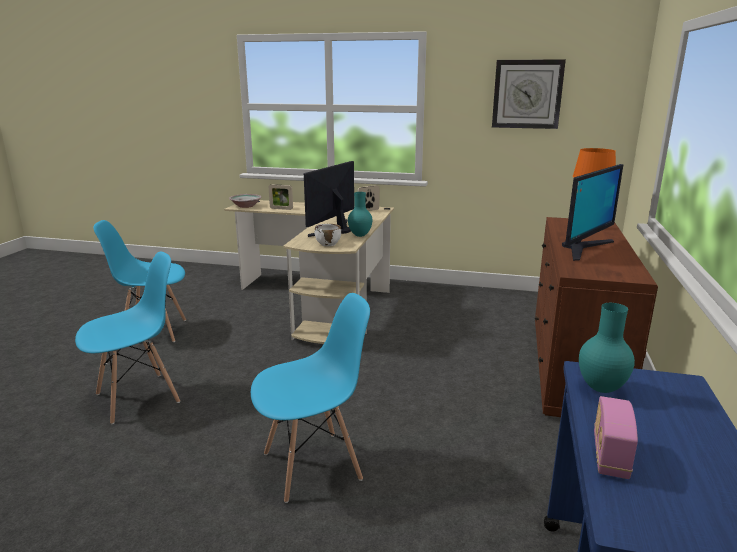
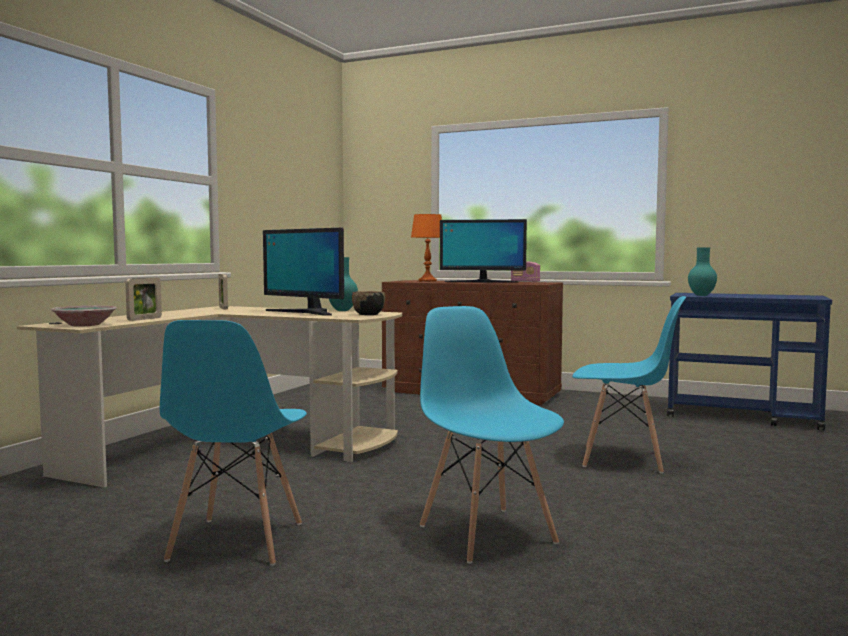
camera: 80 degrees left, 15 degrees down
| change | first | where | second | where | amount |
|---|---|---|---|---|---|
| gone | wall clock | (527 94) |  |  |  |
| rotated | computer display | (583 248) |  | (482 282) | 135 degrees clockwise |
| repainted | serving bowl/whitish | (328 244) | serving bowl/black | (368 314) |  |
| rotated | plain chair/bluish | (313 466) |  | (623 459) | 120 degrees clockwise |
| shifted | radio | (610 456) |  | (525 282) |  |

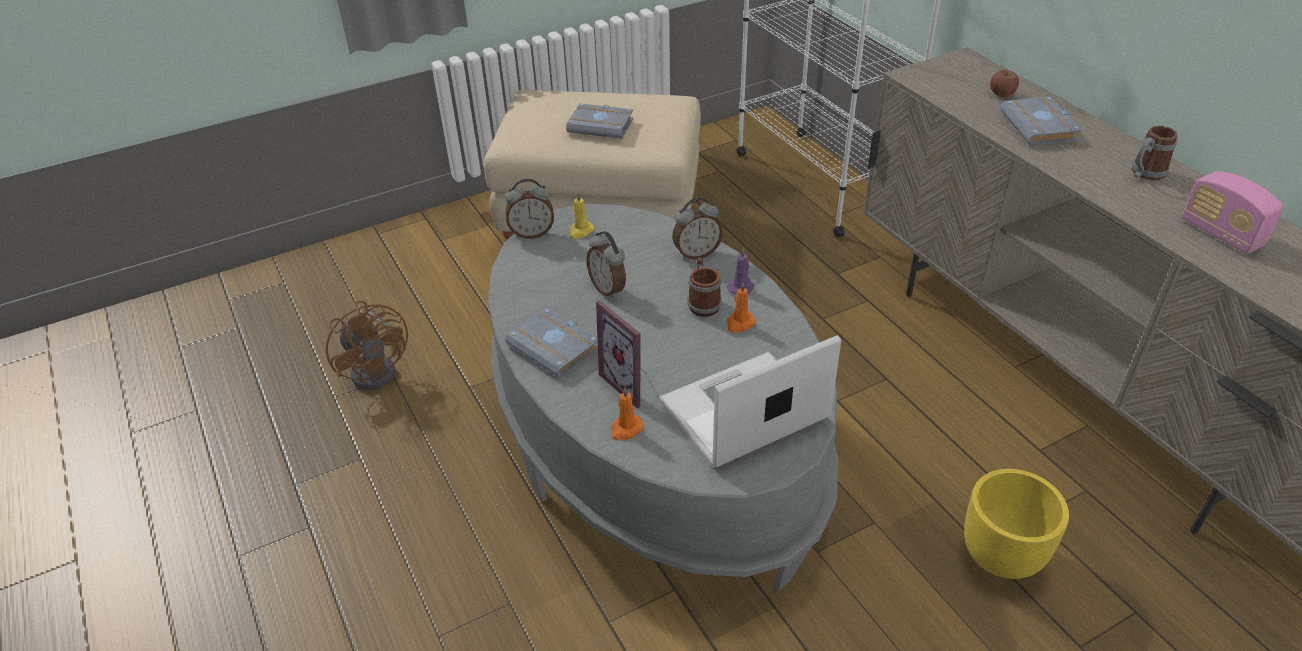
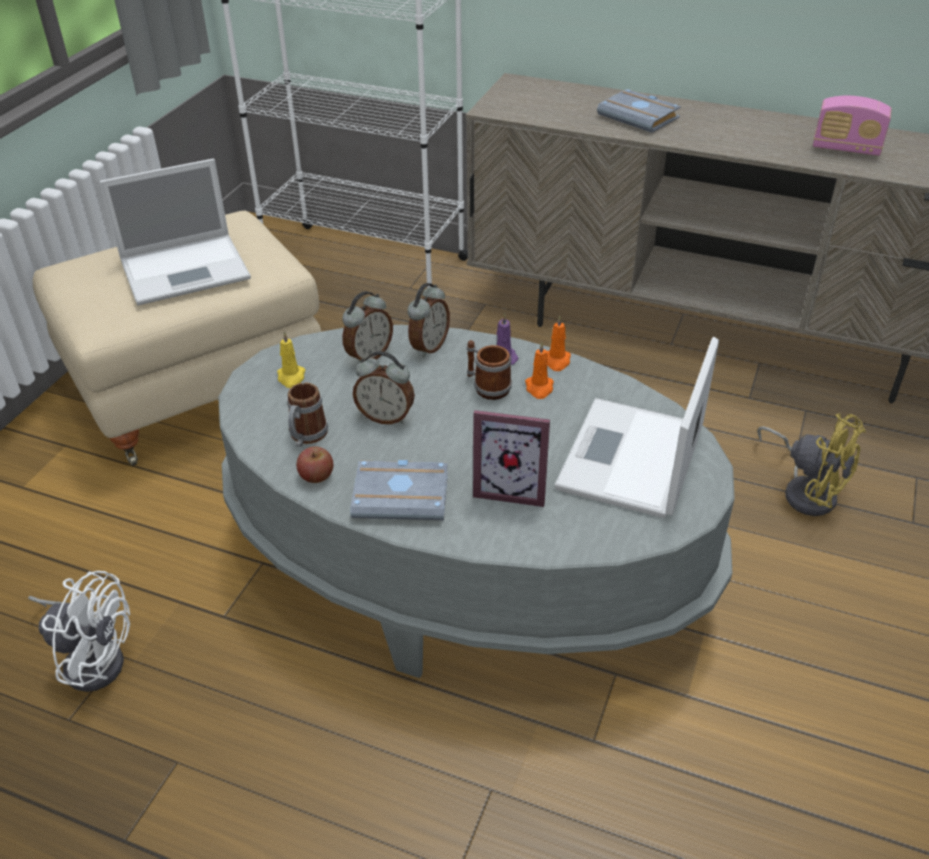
camera: 40 degrees left, 0 degrees up
| change | first | where | second | where | amount |
|---|---|---|---|---|---|
| shifted | apple fruit | (1002 93) |  | (316 476) |  |
| swapped | bound book/gray | (602 125) | portable computer | (187 269) |  |
| shifted | tea mug | (1144 174) |  | (306 437) |  |
| shifted | alarm clock | (532 233) |  | (368 355) |  |
| repainted | fan/brown | (378 368) | fan/whitish | (92 657) |  |
| shifted | wax candle/orangey | (626 429) |  | (557 361) |  |
| swapped | planter/yellowish | (1001 556) | fan/yellowish | (806 490) |  |

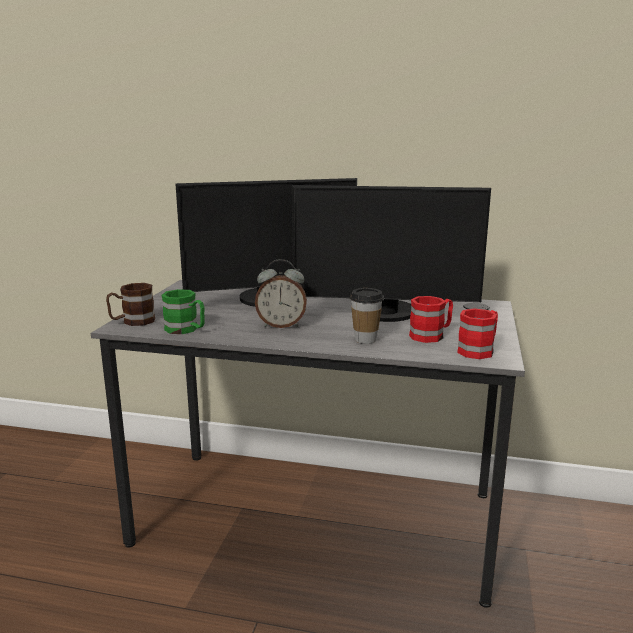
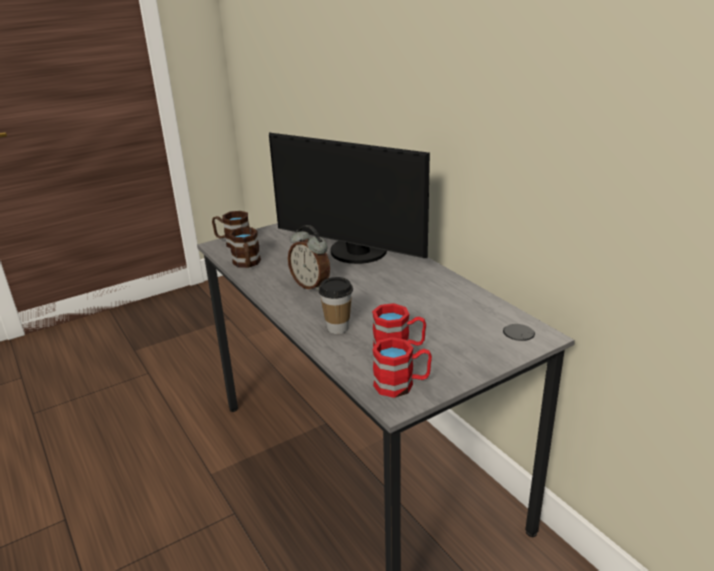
camera: 45 degrees right, 10 degrees up
| change | first | where | second | where | amount |
|---|---|---|---|---|---|
| gone | computer display | (385 314) |  |  |  |
| repainted | tea mug/greenish | (186 330) | tea mug/brown | (247 264) |  |

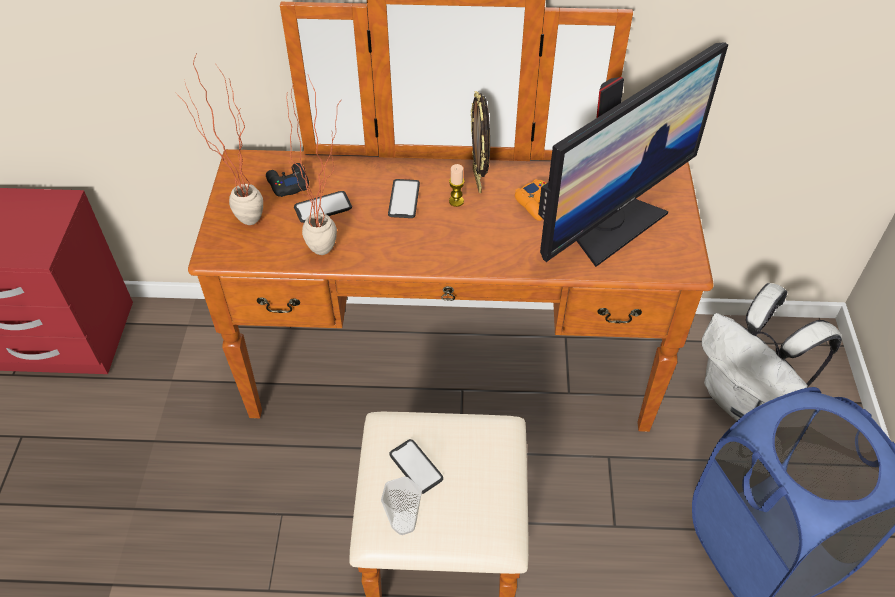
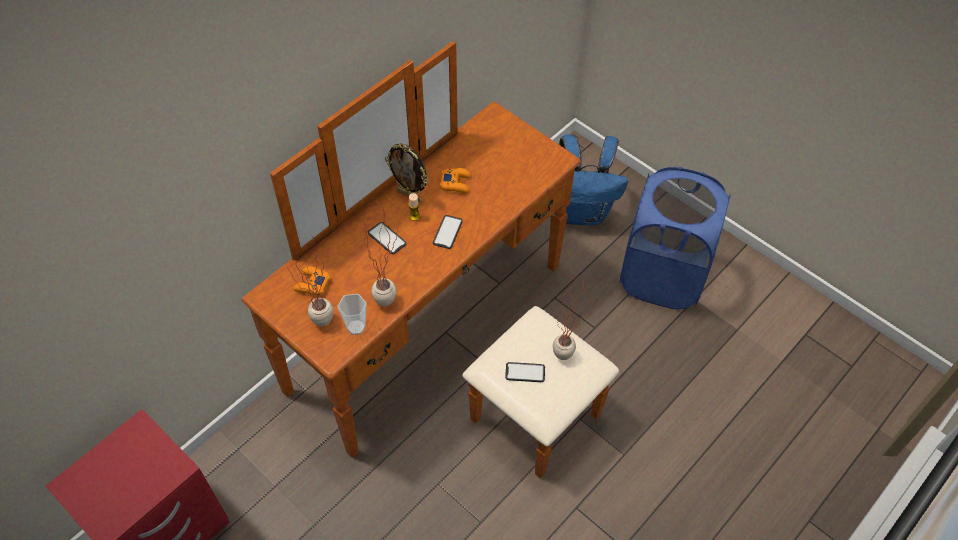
camera: 50 degrees left, 5 degrees up
| change | first | where | second | where | amount |
|---|---|---|---|---|---|
| gone | computer display | (611 224) |  |  |  |
| repainted | joypad/black | (288 183) | joypad/orangey | (312 284) |  |
| shifted | handset | (323 207) |  | (447 232) |  |
| repainted | knapsack/whitish | (744 401) | knapsack/bluish | (581 212) |  |
| shifted | cup | (403 523) |  | (356 327) |  |
| new |  |  | potted plant | (567 360) |  |

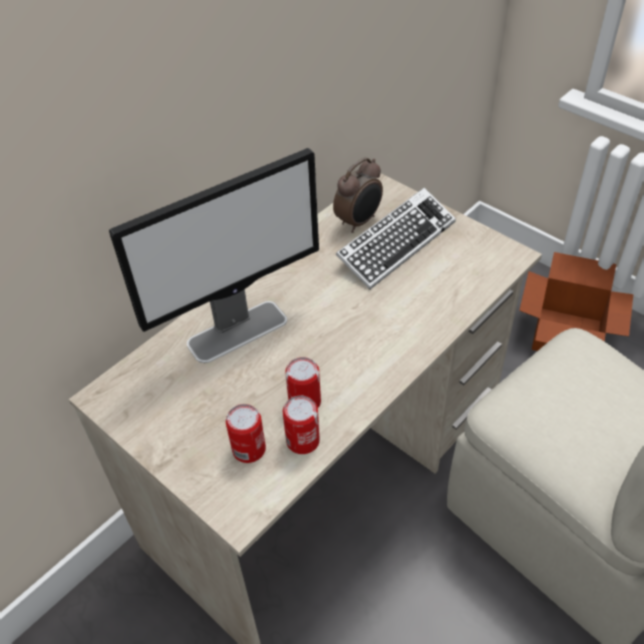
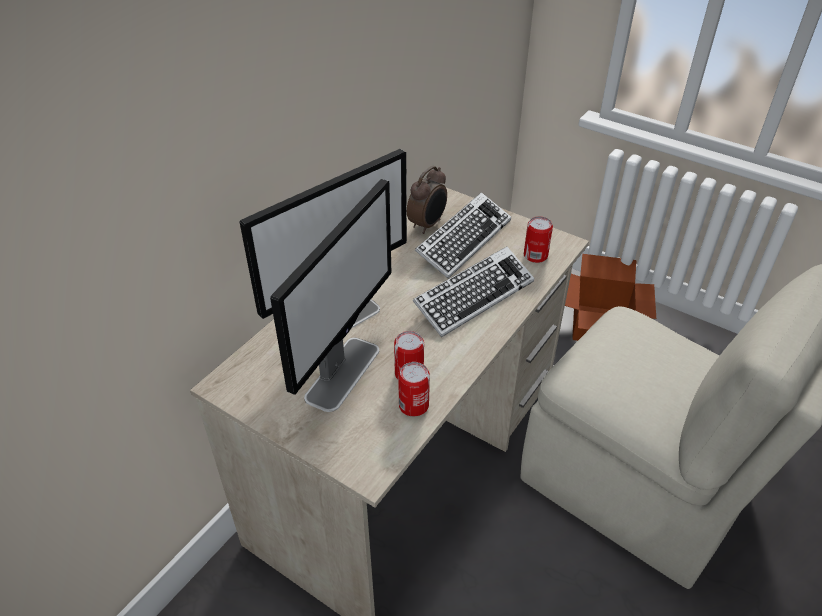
camera: 10 degrees left, 5 degrees down
| change | first | where | second | where | amount |
|---|---|---|---|---|---|
| shifted | metal can | (249 449) |  | (535 255) |  |
| new |  |  | computer display | (343 372) |  |
| new |  |  | keyboard | (474 296) |  |

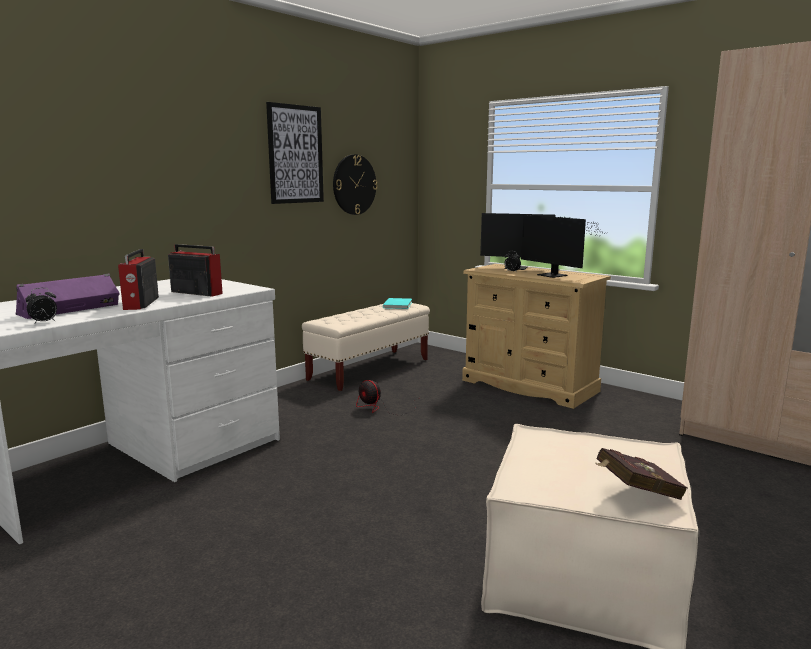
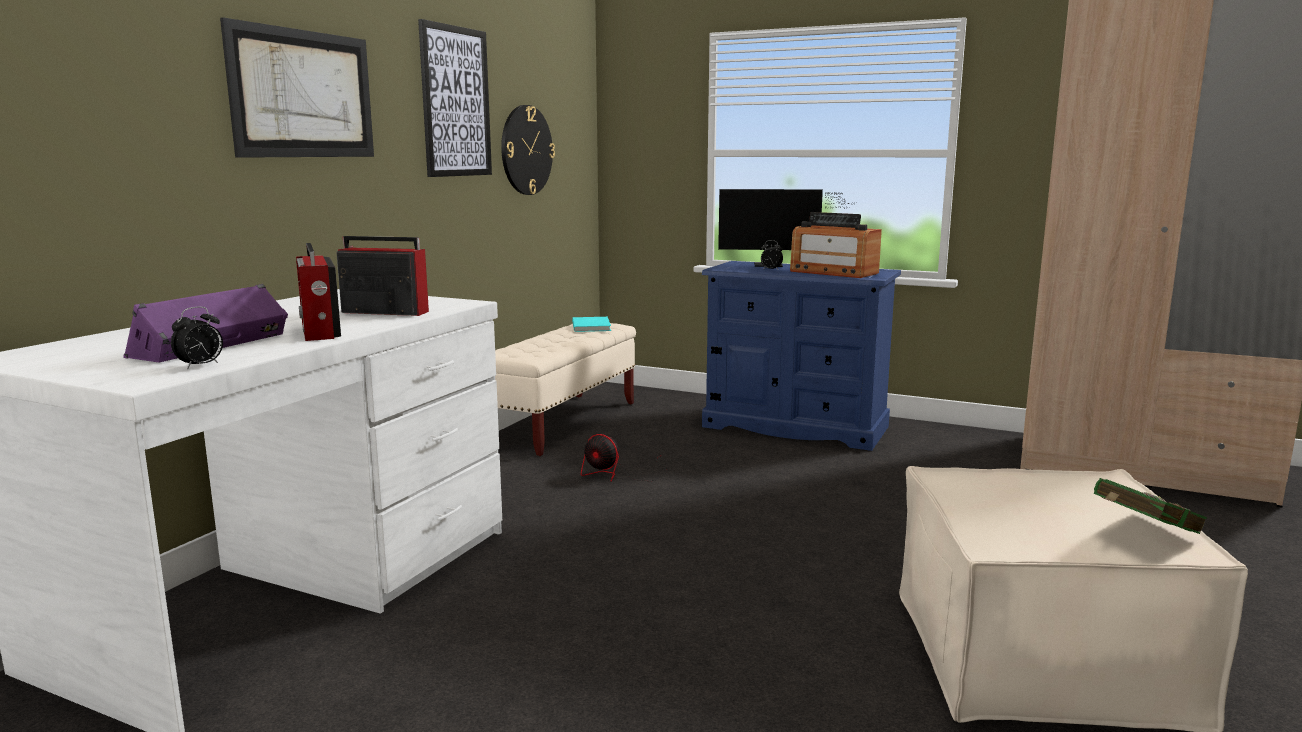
camera: 15 degrees left, 0 degrees up
| change | first | where | second | where | amount |
|---|---|---|---|---|---|
| swapped | computer display | (554 276) | radio | (833 272) |  |
| repainted | drawer chest/sand-coloured | (529 386) | drawer chest/bluish | (795 427) |  |
| repainted | bound book/red | (635 492) | bound book/greenish | (1141 532) |  |
| new |  |  | picture | (303 94) |  |

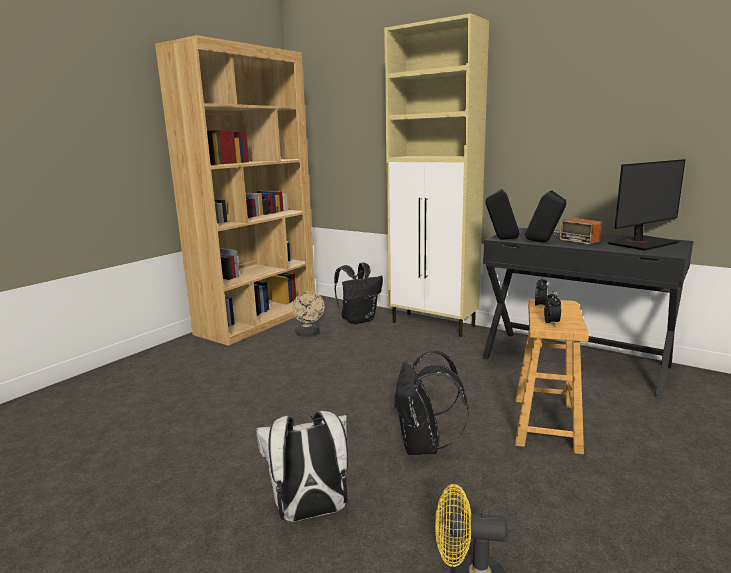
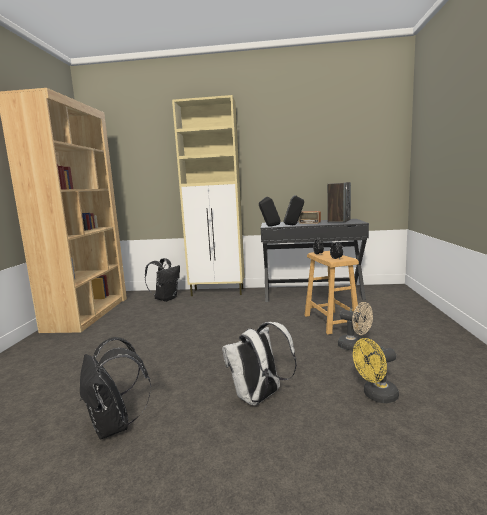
camera: 30 degrees left, 5 degrees down
| change | first | where | second | where | amount |
|---|---|---|---|---|---|
| swapped | computer display | (642 243) | loudspeaker | (339 221) |  |
| shifted | fan/sand-coloured | (308 334) |  | (355 346) |  |
| shifted | knapsack/black | (424 446) |  | (114 426) |  |

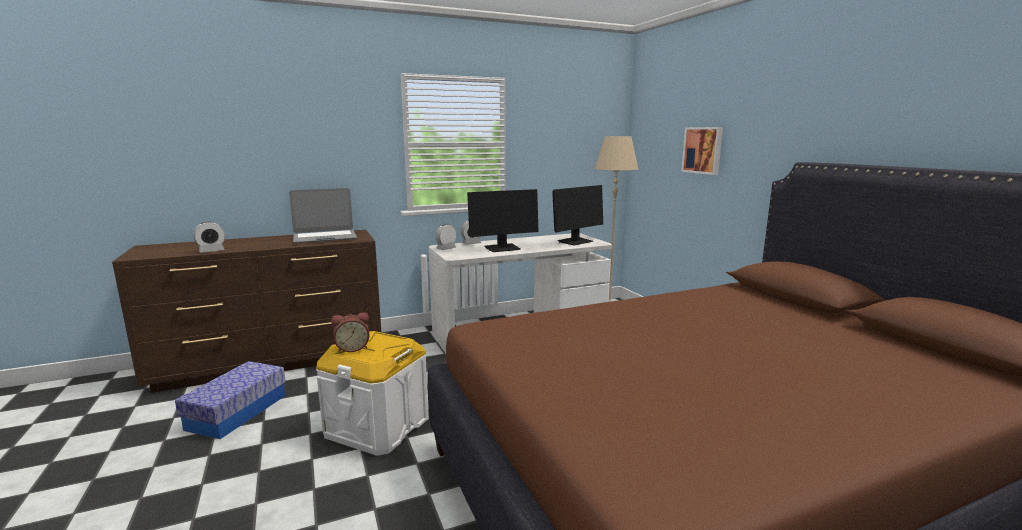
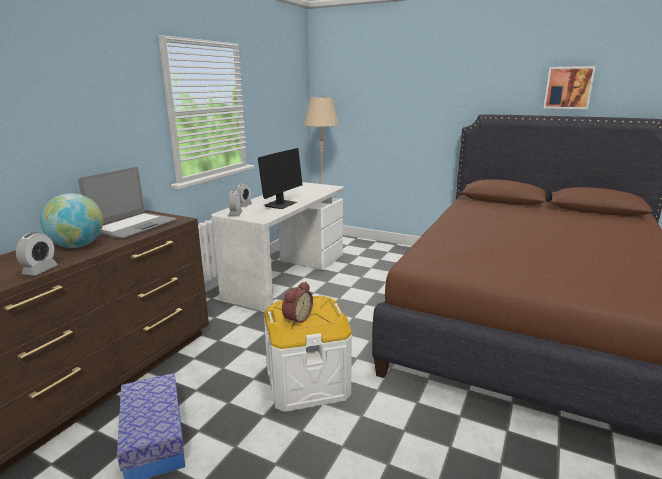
camera: 40 degrees left, 5 degrees up
| change | first | where | second | where | amount |
|---|---|---|---|---|---|
| shifted | picture | (703 150) |  | (568 87) |  |
| gone | computer display | (575 242) |  |  |  |
| new |  |  | world globe | (77 246) |  |

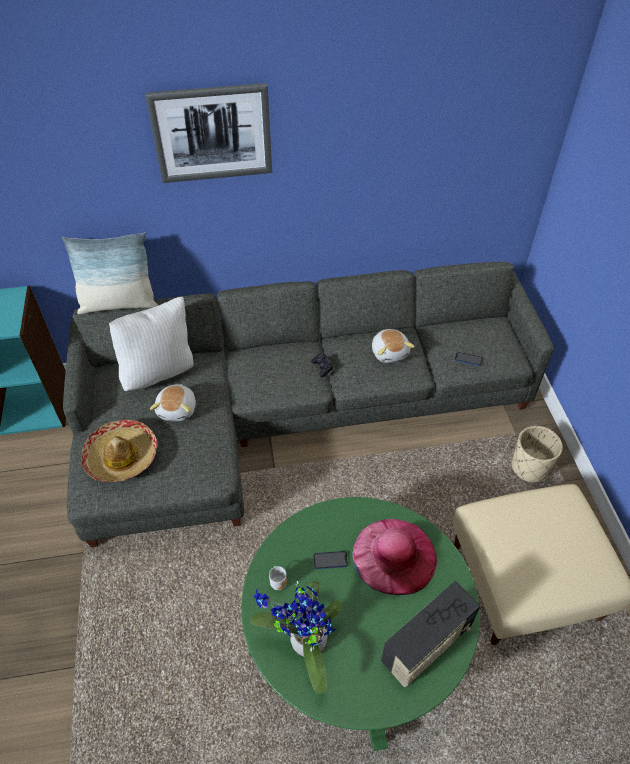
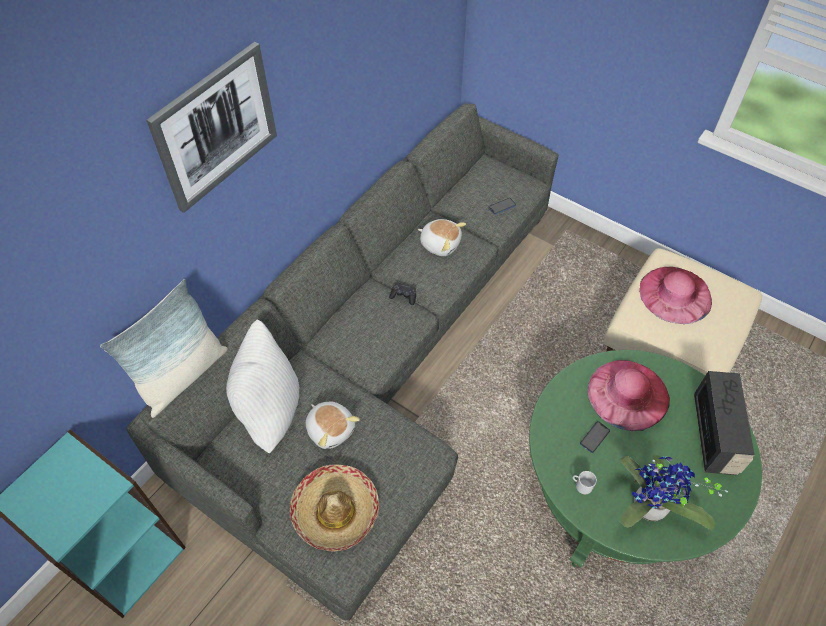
camera: 45 degrees left, 5 degrees up
| change | first | where | second | where | amount |
|---|---|---|---|---|---|
| gone | planter/sand-coloured | (529 468) |  |  |  |
| new |  |  | clothing hat/pink-coloured | (675 294) |  |

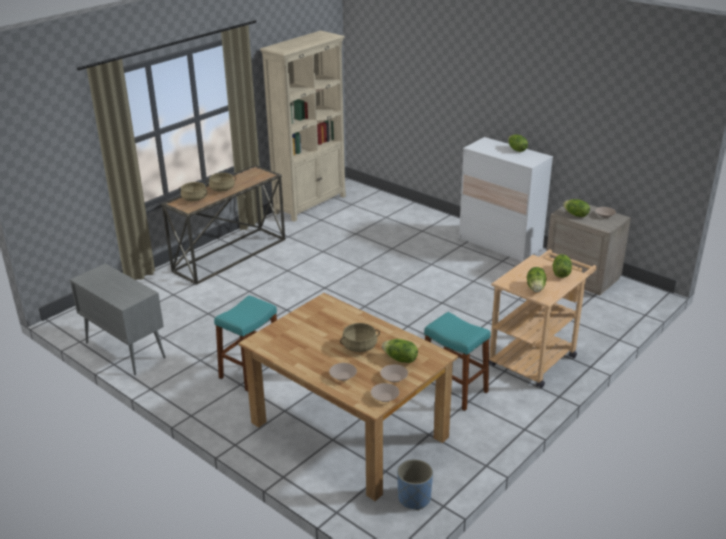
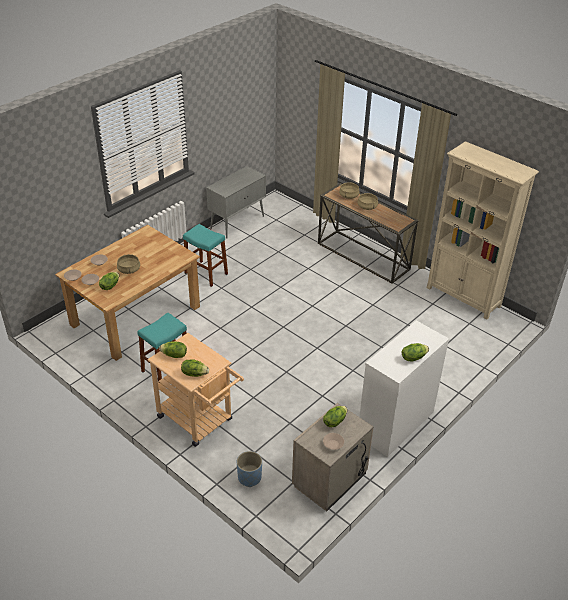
camera: 90 degrees right, 10 degrees up
| change | first | where | second | where | amount |
|---|---|---|---|---|---|
| shifted | planter/bluish | (414 498) |  | (249 477) |  |

